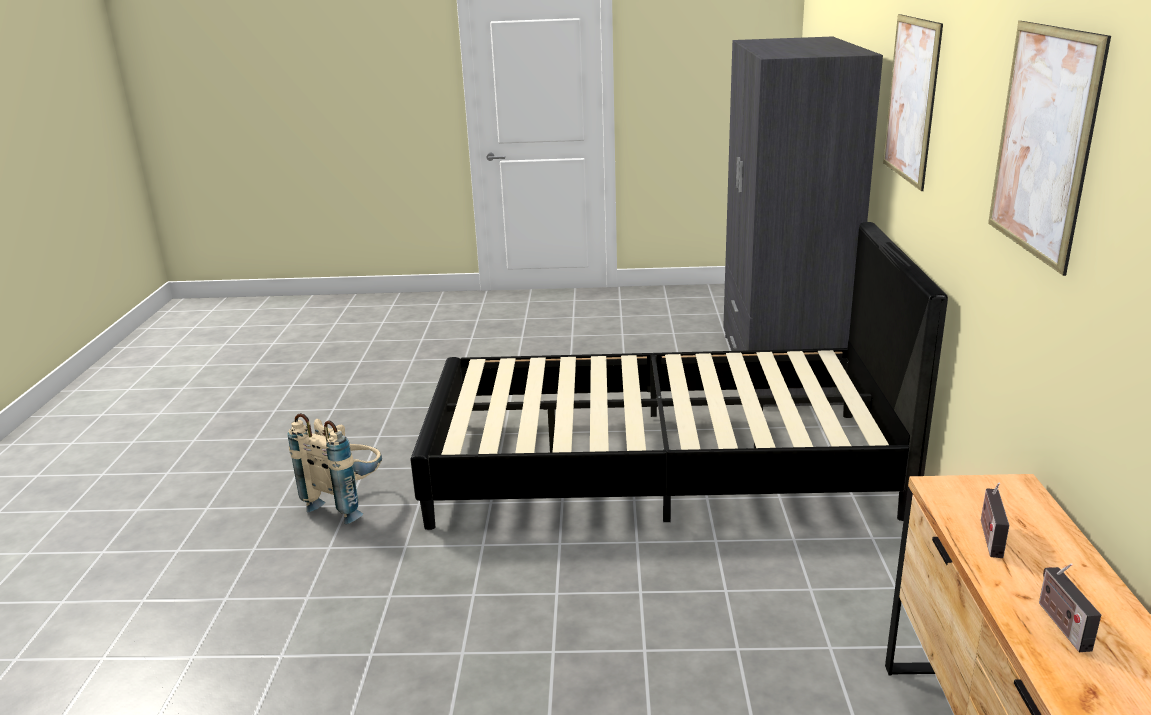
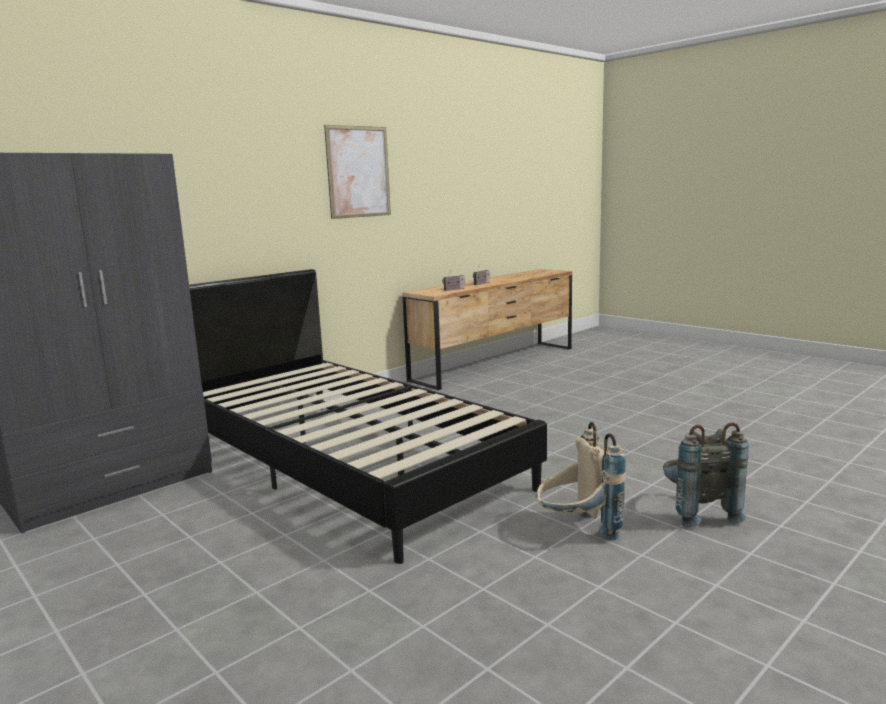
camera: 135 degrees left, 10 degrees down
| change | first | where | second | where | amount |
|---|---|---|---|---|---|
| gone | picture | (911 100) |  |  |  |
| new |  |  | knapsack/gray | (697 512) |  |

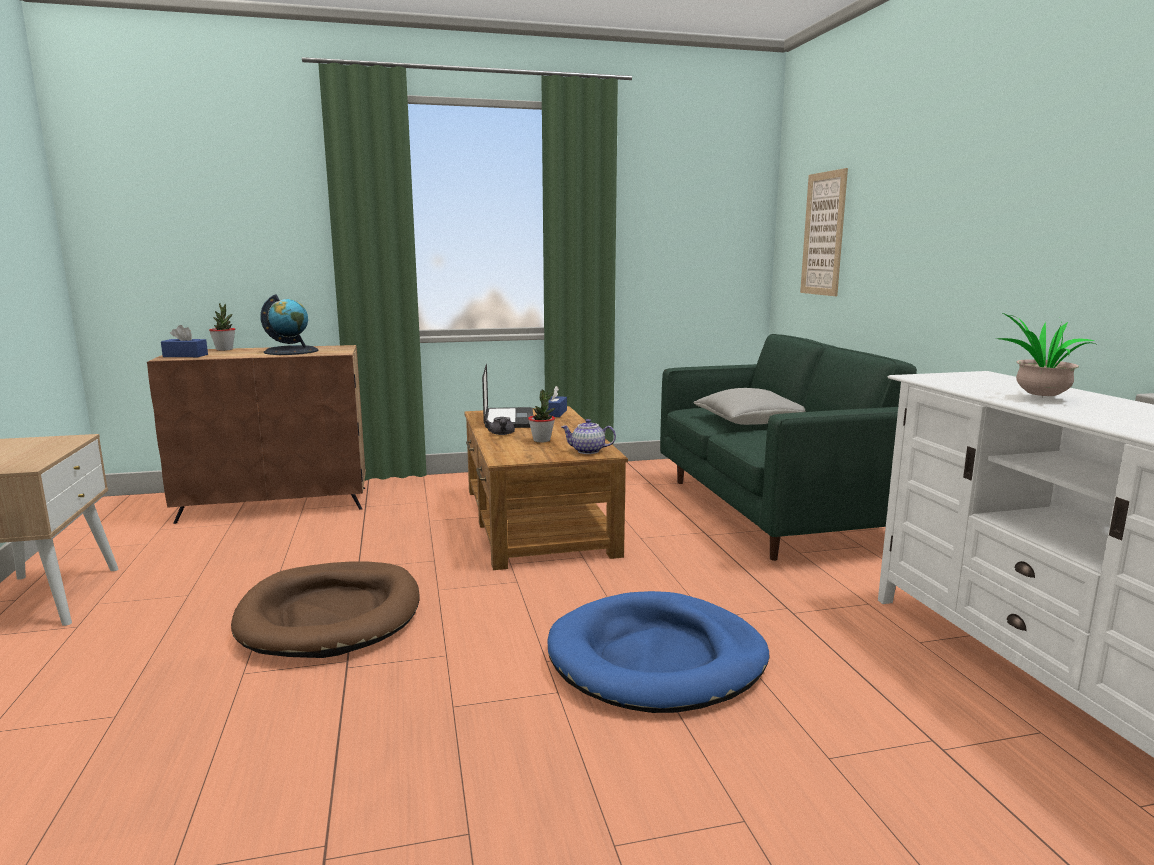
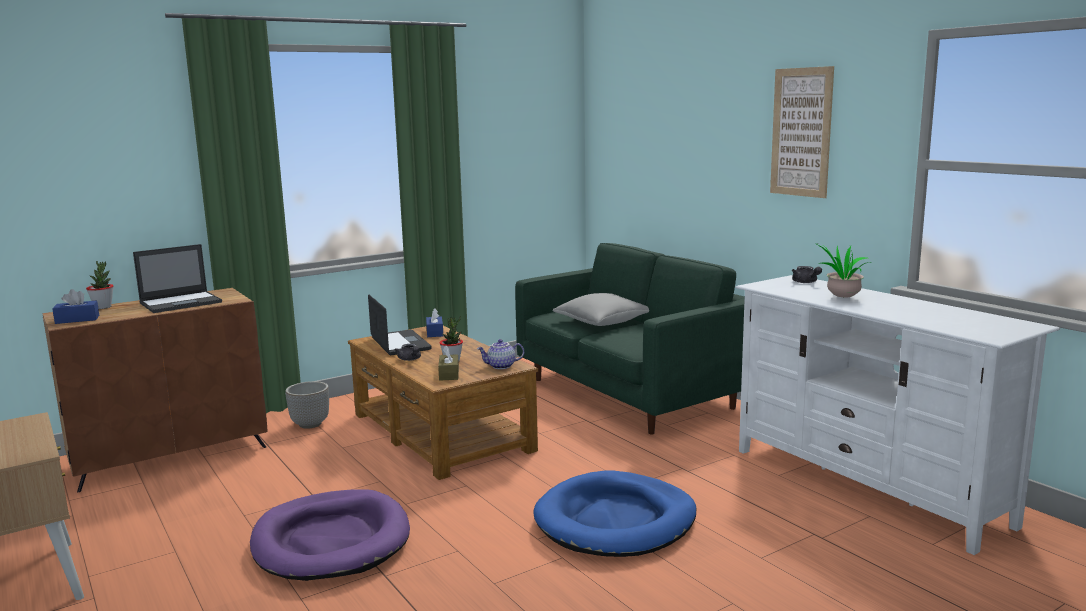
camera: 20 degrees left, 0 degrees up
| change | first | where | second | where | amount |
|---|---|---|---|---|---|
| shifted | picture | (823 234) |  | (801 132) |  |
| swapped | world globe | (291 351) | portable computer | (182 302) |  |
| repainted | dog cushion/brown | (331 615) | dog cushion/purplish | (331 541) |  |
| new |  |  | teapot/gray | (806 282) |  |
| new |  |  | tissue holder/brown | (449 374) |  |
| new |  |  | planter | (310 424) |  |

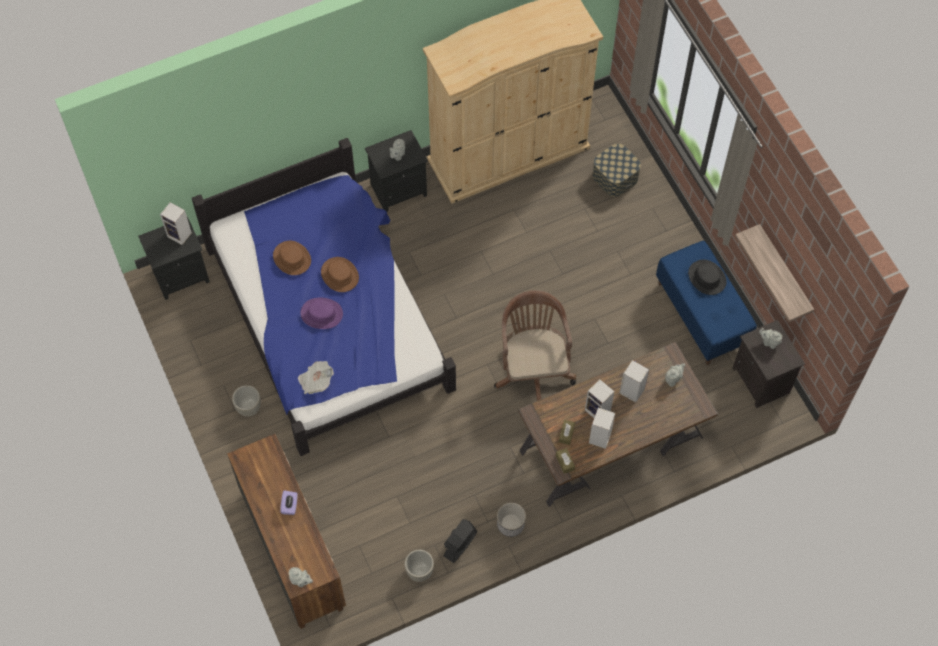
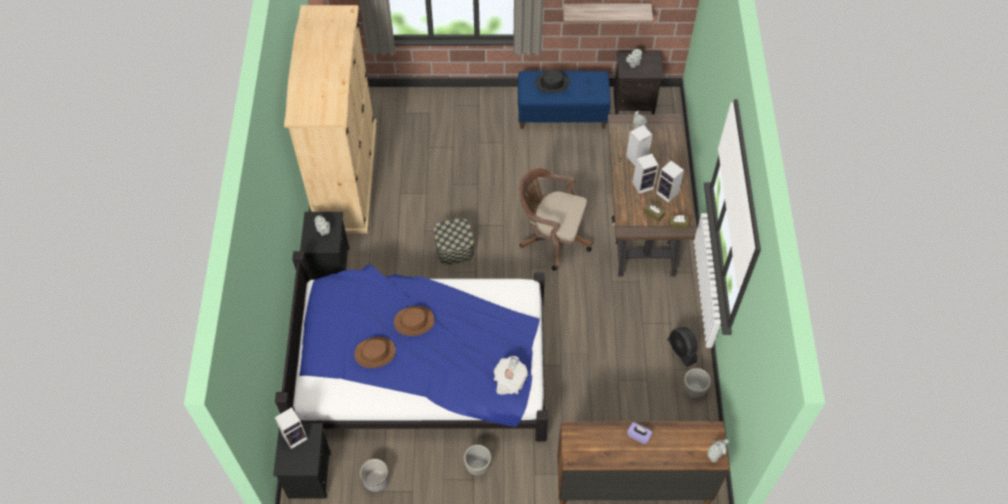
camera: 65 degrees left, 5 degrees down
| change | first | where | second | where | amount |
|---|---|---|---|---|---|
| shifted | storage container | (615 177) |  | (454 248) |  |
| gone | clothing hat/purplish | (321 314) |  |  |  |
| shifted | planter | (511 524) |  | (376 480) |  |

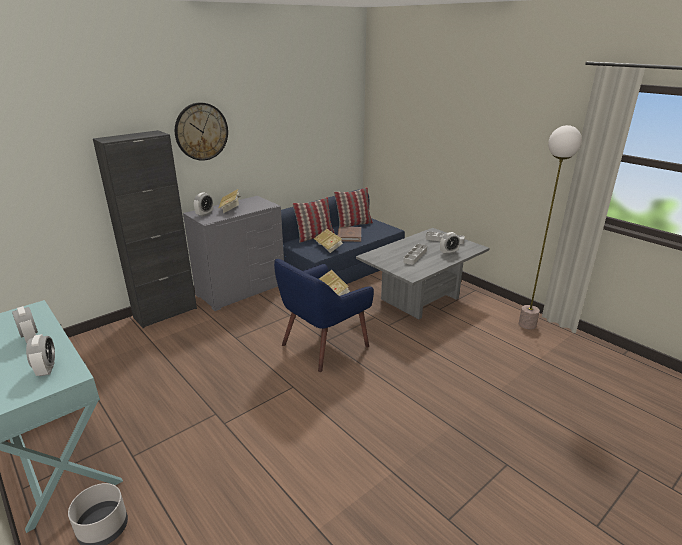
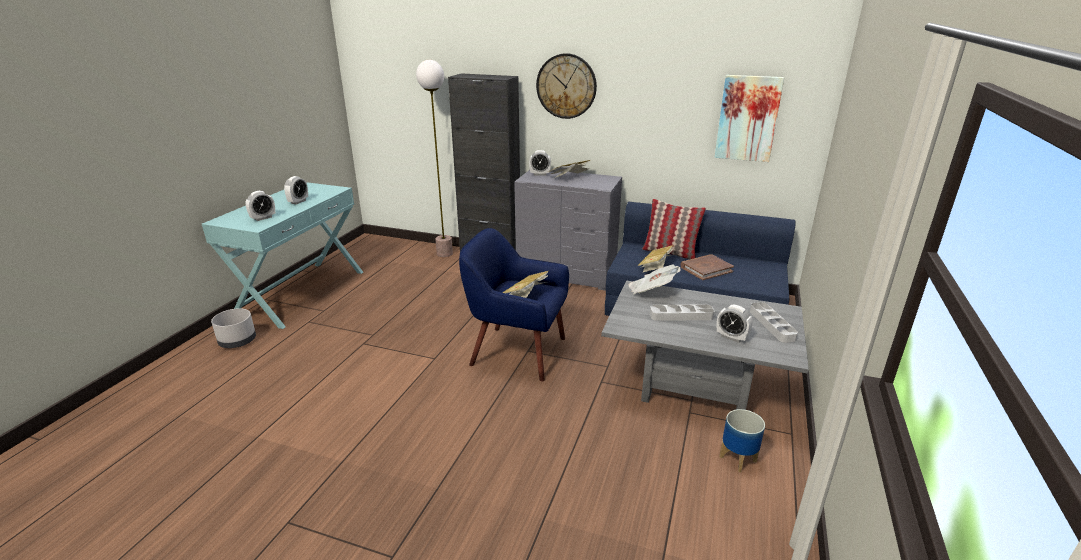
camera: 60 degrees right, 0 degrees up
| change | first | where | second | where | amount |
|---|---|---|---|---|---|
| shifted | standard lamp | (527 324) |  | (445 254) |  |
| gone | pillow | (353 224) |  |  |  |
| new |  |  | picture | (747 118) |  |
| new |  |  | newspaper | (651 291) |  |
| new |  |  | planter | (738 459) |  |

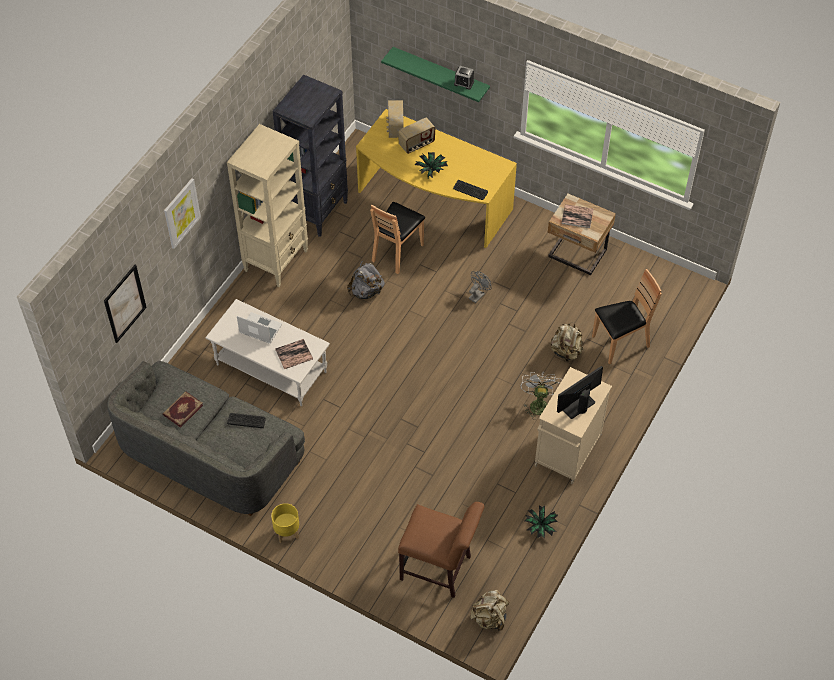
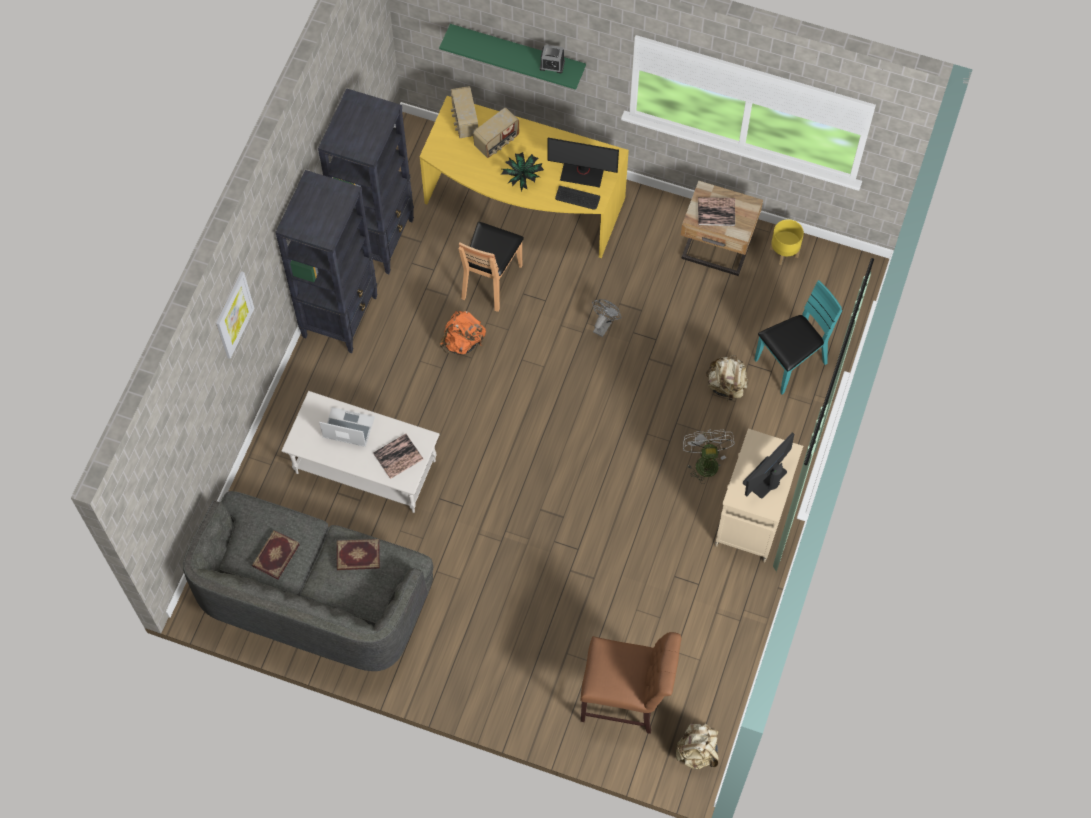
camera: 10 degrees left, 10 degrees up
| change | first | where | second | where | amount |
|---|---|---|---|---|---|
| repainted | bookcase/sand-coloured | (276 260) | bookcase/black | (340 316) |  |
| repainted | knapsack/gray | (366 291) | knapsack/orangey | (463 342) |  |
| gone | picture | (125 303) |  |  |  |
| repainted | plain chair/brown | (620 343) | plain chair/turquoise | (790 363) |  |
| swapped | keyboard | (246 420) | bound book | (358 556) |  |
| shifted | planter/yellowish | (286 532) |  | (783 253) |  |
| gone | potted plant | (540 526) |  |  |  |
| new |  |  | computer display | (582 172) |  |

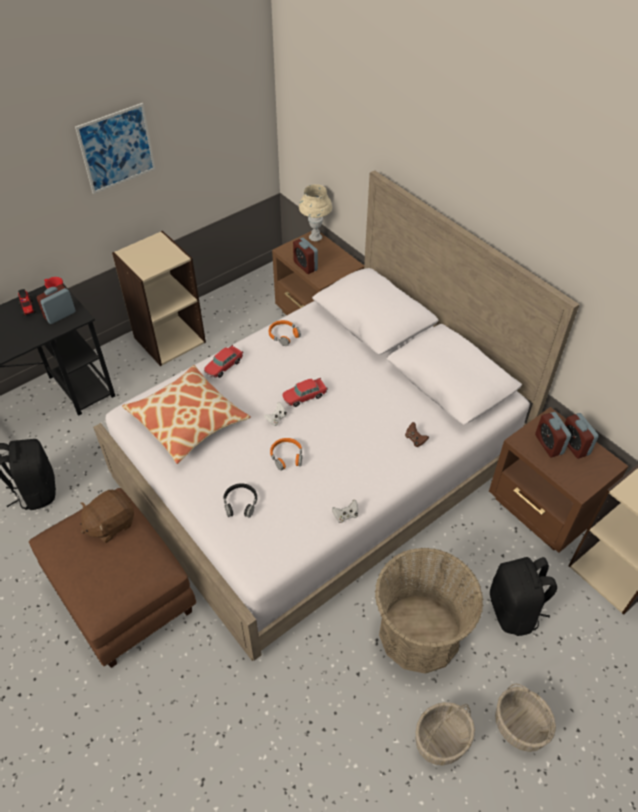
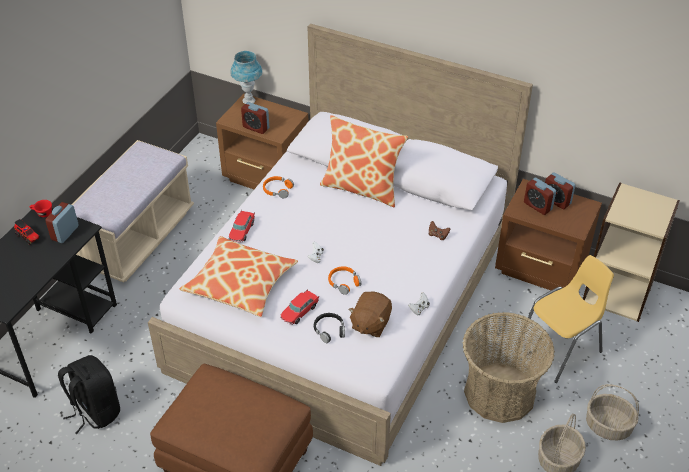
camera: 25 degrees left, 5 degrees down
| change | first | where | second | where | amount |
|---|---|---|---|---|---|
| gone | picture | (117 148) |  |  |  |
| repainted | table lamp/sand-coloured | (315 237) | table lamp/bluish | (249 101) |  |
| swapped | bookcase/sand-coloured | (169 339) | indoor bench/sand-coloured | (136 238) |  |
| shifted | toy car | (304 396) |  | (299 312) |  |
| shifted | cuddly toy/brown | (110 524) |  | (370 324) |  |
| swapped | knapsack/black | (514 611) | plain chair/yellowish | (560 349) |  |
| new |  |  | pillow | (362 188) |  |

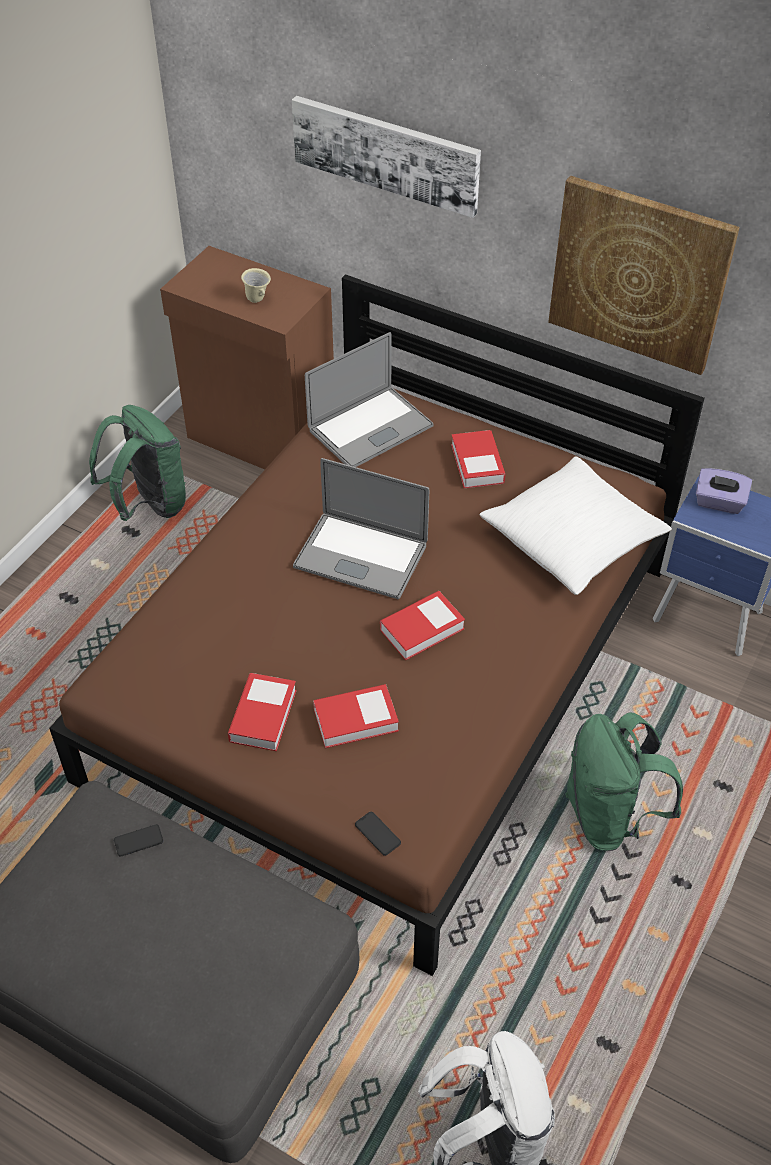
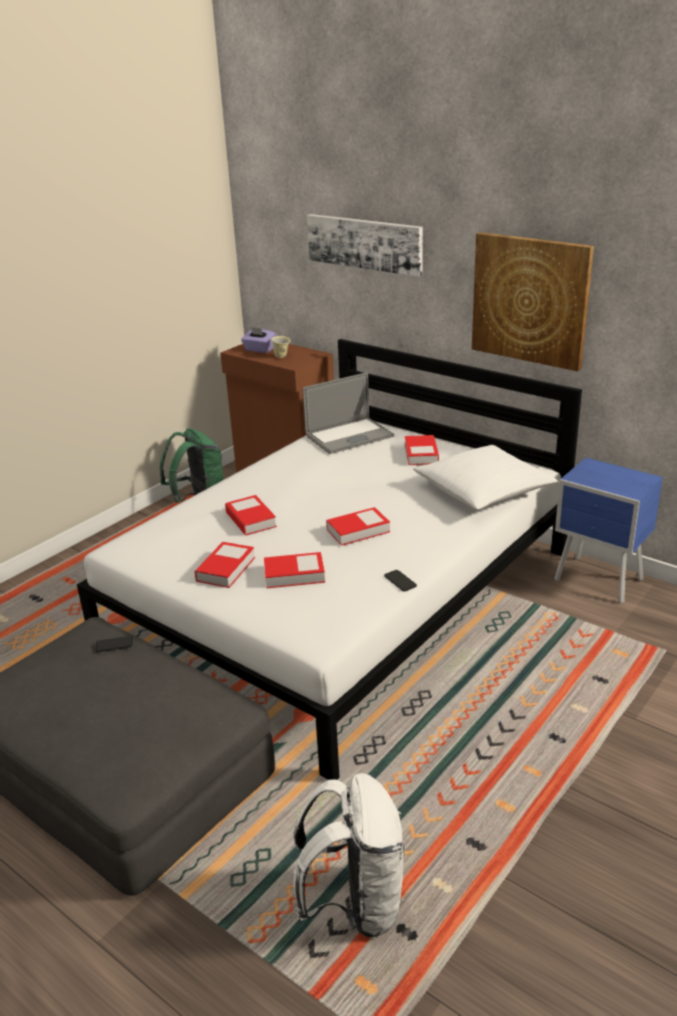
camera: 10 degrees right, 20 degrees down
| change | first | where | second | where | amount |
|---|---|---|---|---|---|
| repainted | bedroom bed/brown | (387 670) | bedroom bed/whitish | (343 596) |  |
| gone | portable computer | (360 555) |  |  |  |
| shifted | tissue holder/purplish | (719 503) |  | (259 350) |  |
| gone | knapsack/greenish | (609 816) |  |  |  |
| shifted | handset | (377 834) |  | (400 581) |  |
| new |  |  | bound book | (250 519) |  |

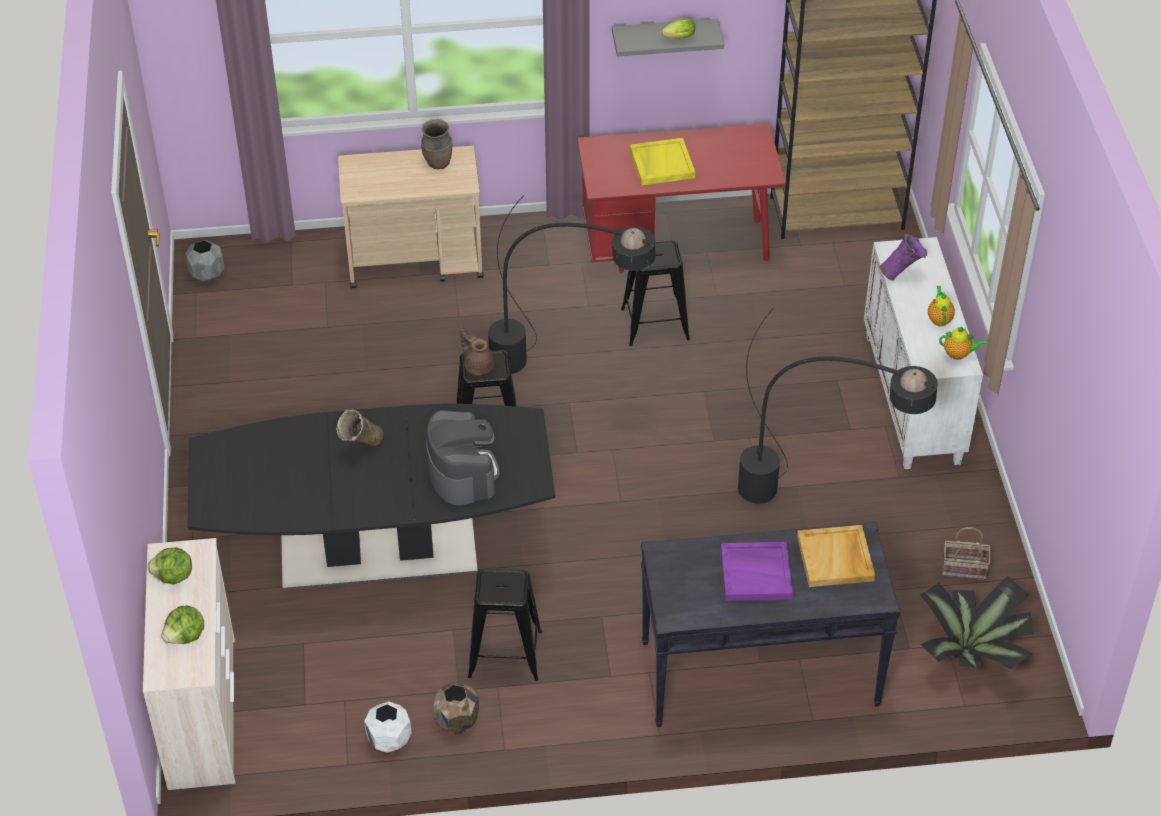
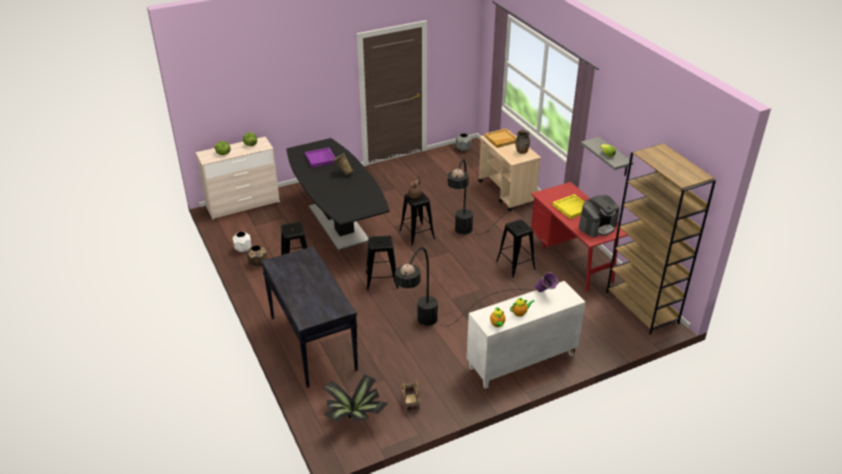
camera: 70 degrees right, 10 degrees down
| change | first | where | second | where | amount |
|---|---|---|---|---|---|
| shifted | coffee maker | (462 473) |  | (597 226) |  |
| shifted | carrying tray/sand-coloured | (836 559) |  | (501 139) |  |
| shifted | carrying tray/purplish | (756 573) |  | (321 159) |  |
| new |  |  | stool seat/black | (381 280) |  |

